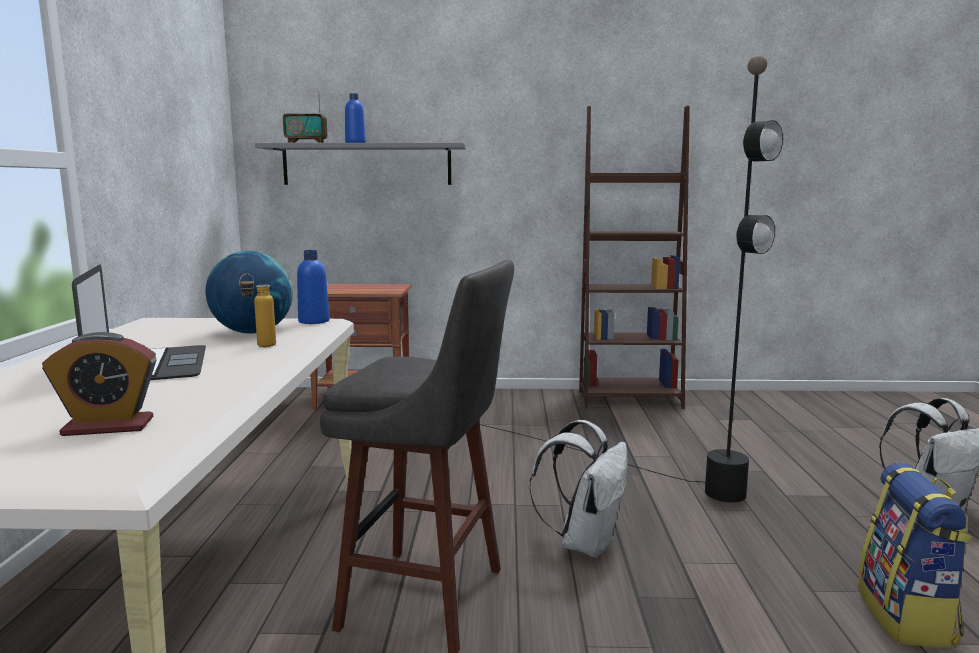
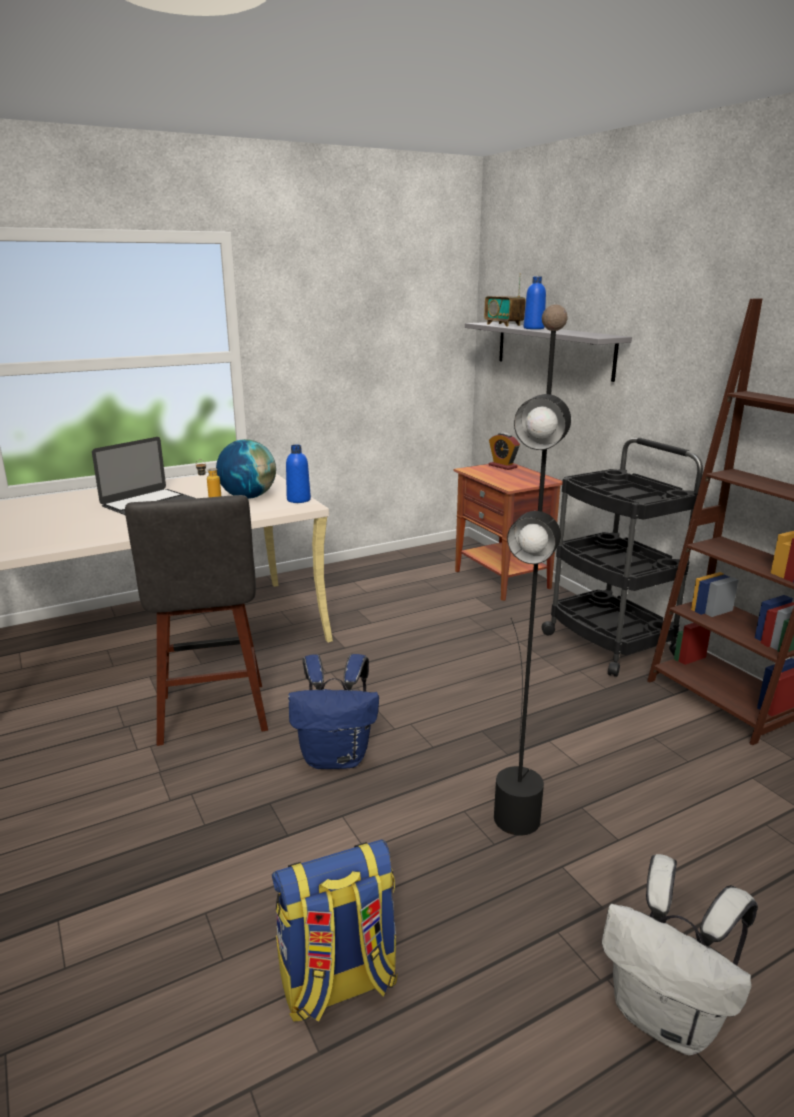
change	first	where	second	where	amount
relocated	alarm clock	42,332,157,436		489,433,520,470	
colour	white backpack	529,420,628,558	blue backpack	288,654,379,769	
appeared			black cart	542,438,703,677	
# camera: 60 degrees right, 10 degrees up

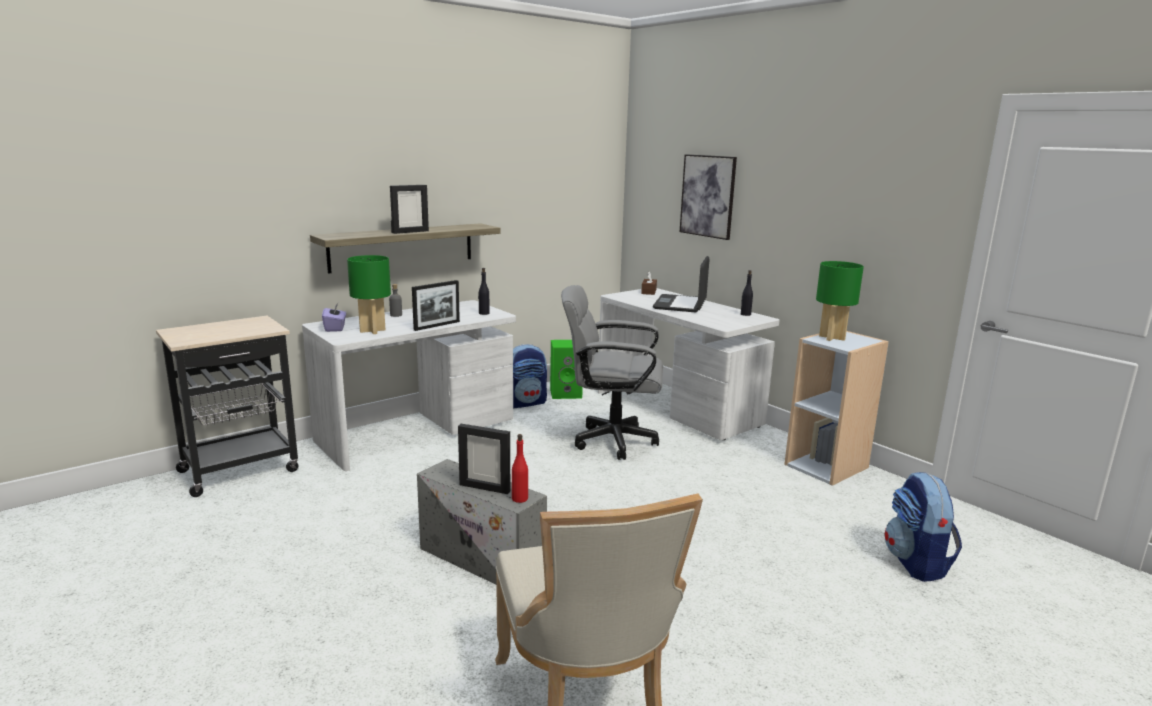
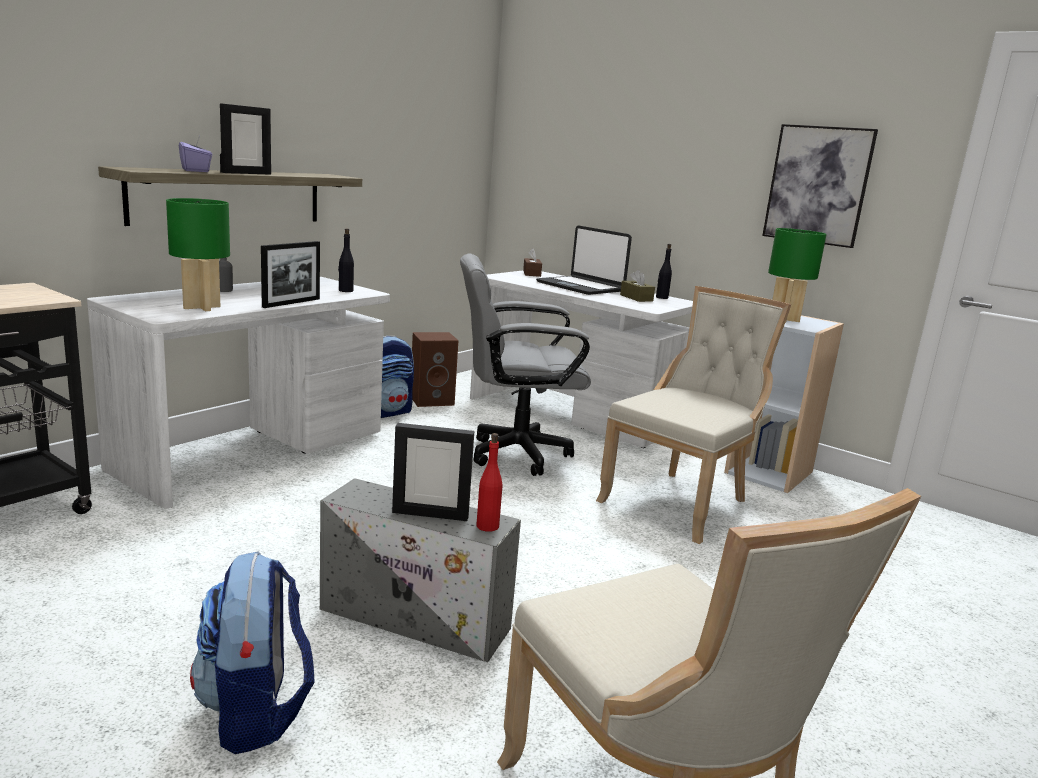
change	first	where	second	where	amount
relocated	purple tissue box	322,303,346,332		179,135,213,172	
colour	green speaker	550,340,583,399	brown speaker	412,332,458,407	
spun	laptop	653,256,710,312		536,225,632,295	45 degrees counterclockwise
relocated	picture	680,154,737,240		762,124,878,248	
relocated	backpack	884,472,962,582		190,552,315,754	
appeared			beige chair	596,286,791,544	
appeared			brown tissue box	620,270,655,302	
# camera: 15 degrees left, 0 degrees up

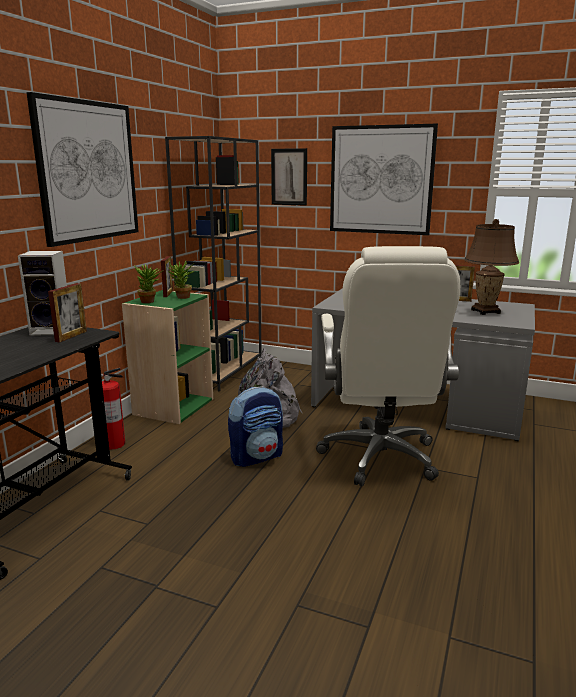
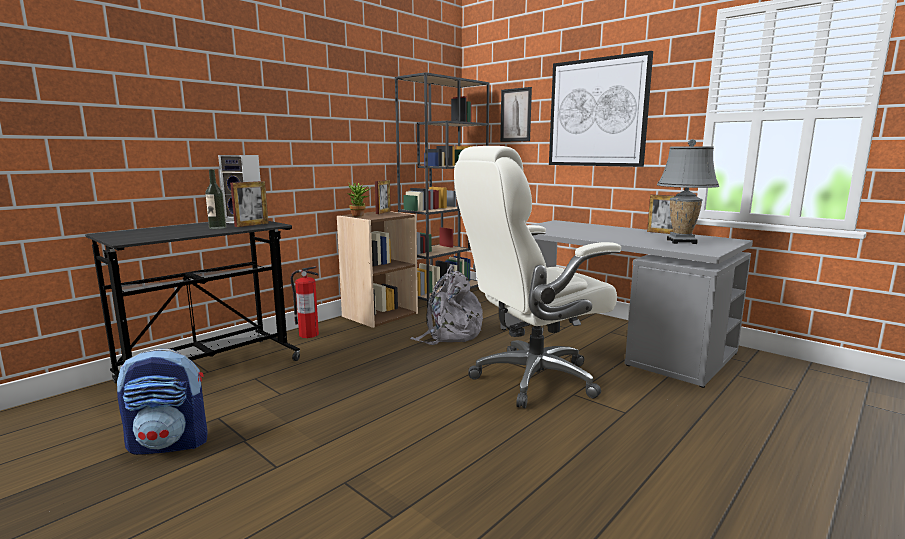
change	first	where	second	where	amount
missing	picture	26,92,139,247			
colour	green bookcase	122,290,213,424	brown bookcase	337,211,418,328	
missing	potted plant	167,261,195,299			
relocated	backpack	228,386,283,467		117,348,207,455	
spun	white office chair	316,246,460,486		454,146,621,408	45 degrees clockwise
colour	brown table lamp	464,219,519,315	grey table lamp	657,139,719,244	
appeared			bottle	205,169,226,229	
# camera: 20 degrees right, 5 degrees down

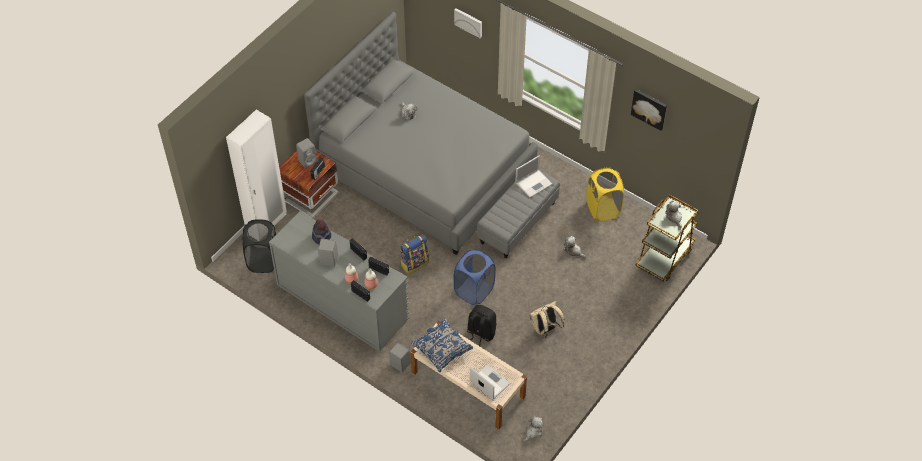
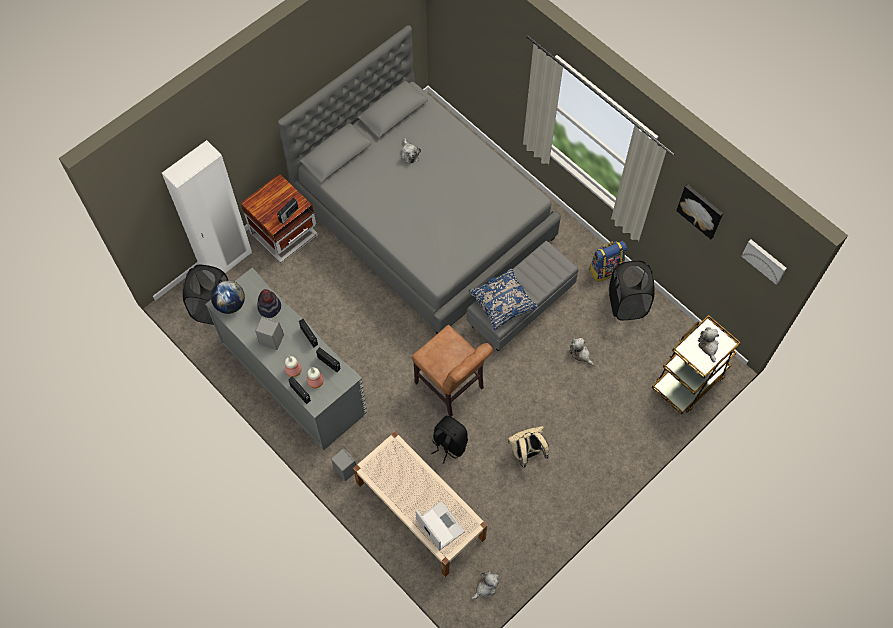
change	first	where	second	where	amount
missing	grey speaker	296,138,317,168			
relocated	backpack	400,234,429,274		589,241,627,282	
relocated	blue pillow	411,319,473,372		469,268,538,330	
relocated	picture	454,8,482,38		742,240,787,285	
exchanged	blue laundry basket	454,249,495,305	brown chair	412,325,493,417	
missing	laptop	515,156,552,198			
colour	yellow laundry basket	586,167,624,221	black laundry basket	609,261,655,321	
appeared			globe	211,280,245,314	
# camera: 10 degrees right, 10 degrees up

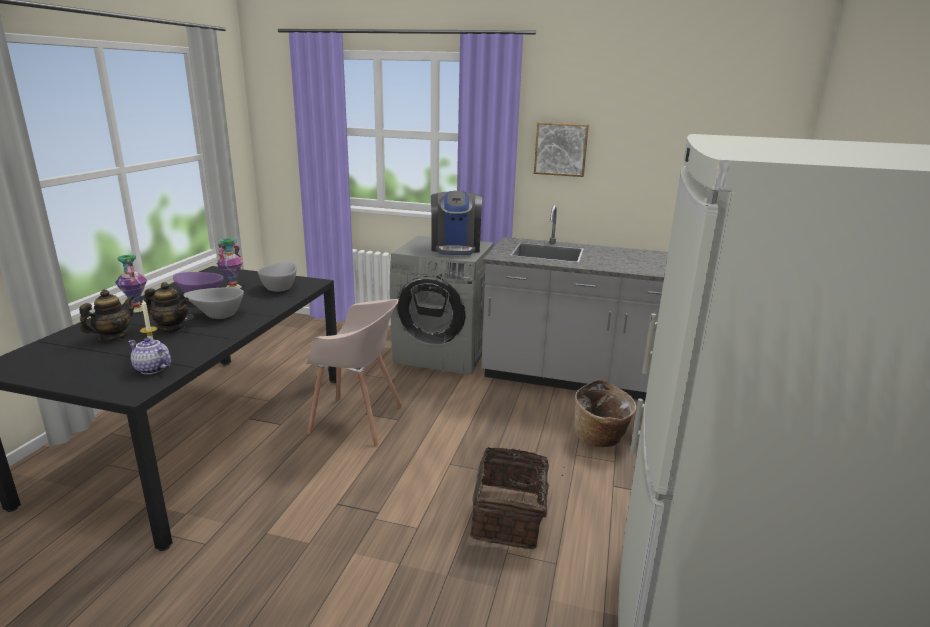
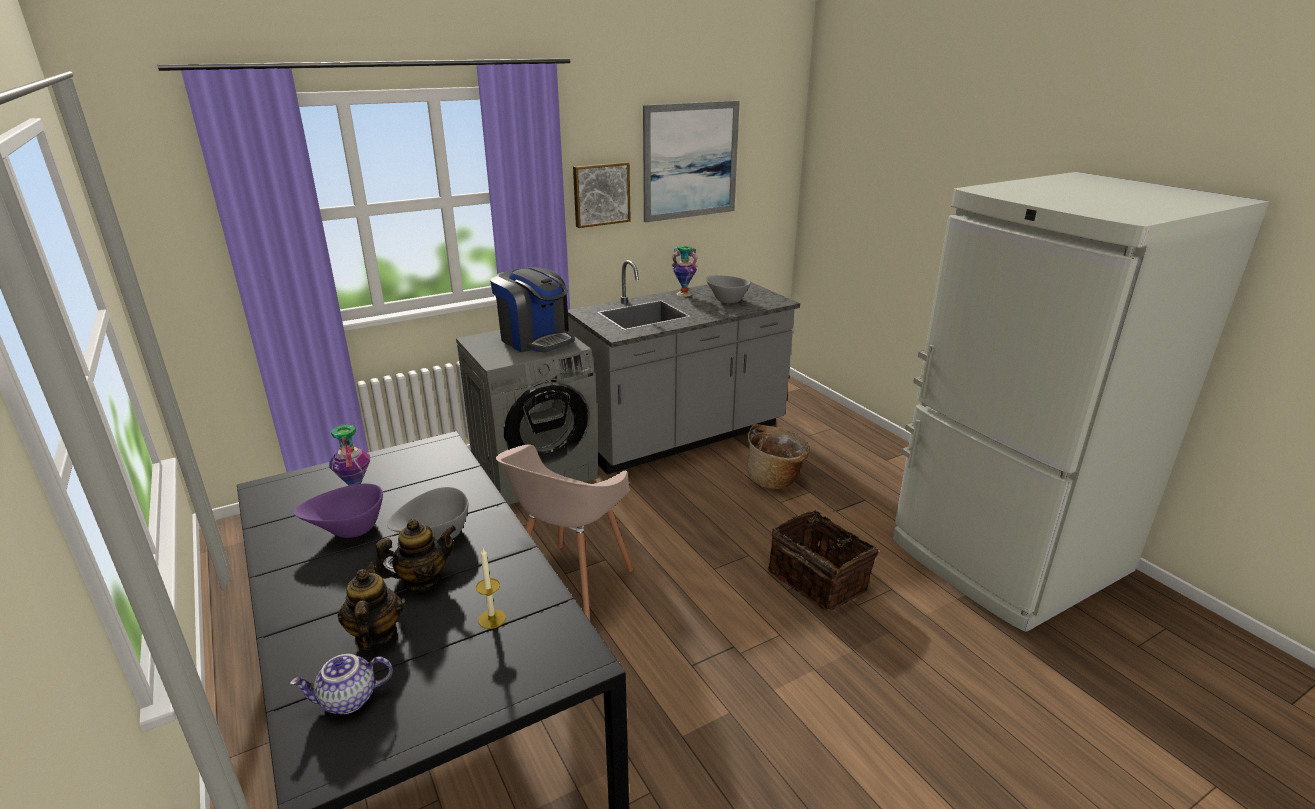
change	first	where	second	where	amount
relocated	vase	115,255,147,313		672,246,698,297	
relocated	teapot	128,338,171,374		290,654,393,714	
relocated	grey bowl	258,262,297,292		706,275,751,303	
spun	beige chair	306,299,402,445		496,444,633,620	150 degrees clockwise
appeared			picture	643,101,740,223	
# camera: 45 degrees left, 5 degrees up

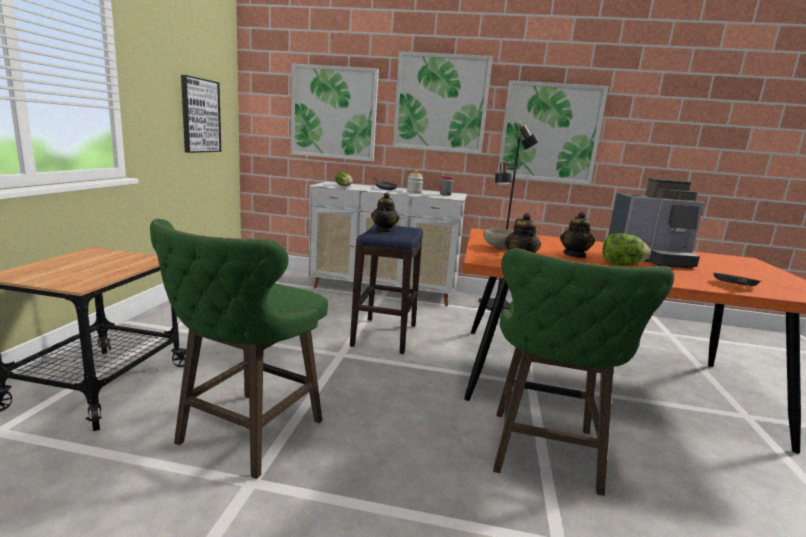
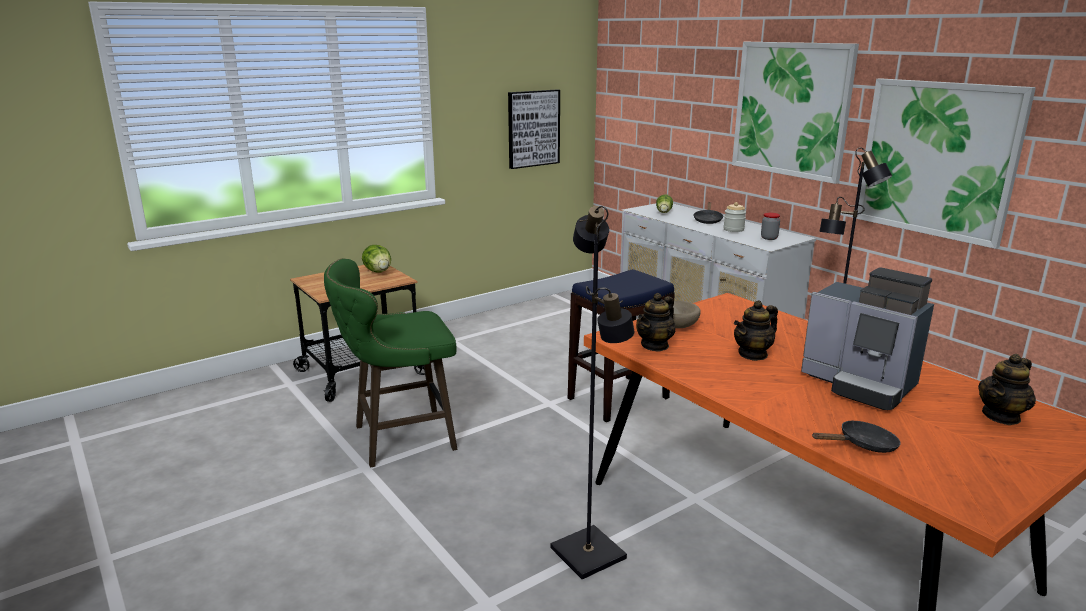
change	first	where	second	where	amount
missing	picture	291,64,379,161			
relocated	teapot	371,192,399,233		978,354,1036,425	
exchanged	green stool	493,248,674,496	black floor lamp	550,206,634,579	
relocated	lettuce	602,233,651,265		362,245,391,272	
# camera: 45 degrees right, 5 degrees up

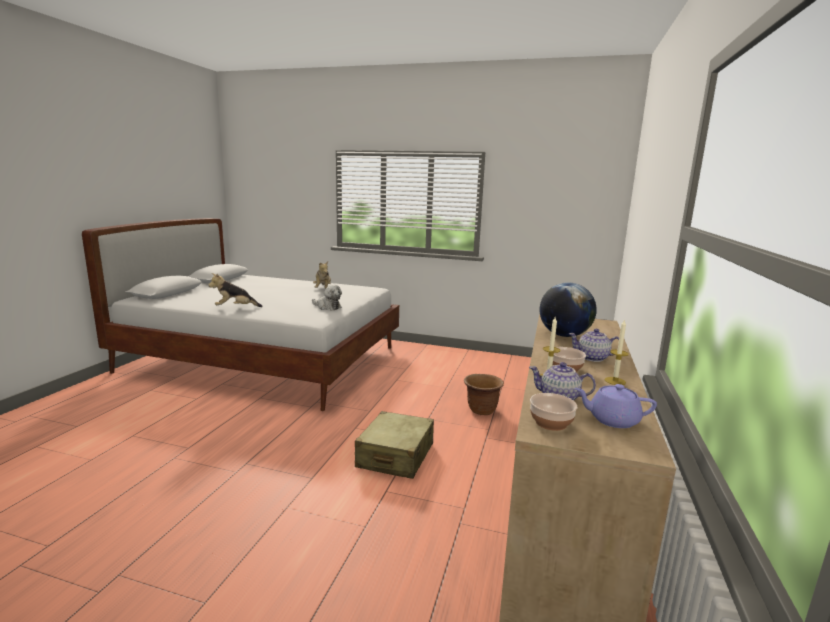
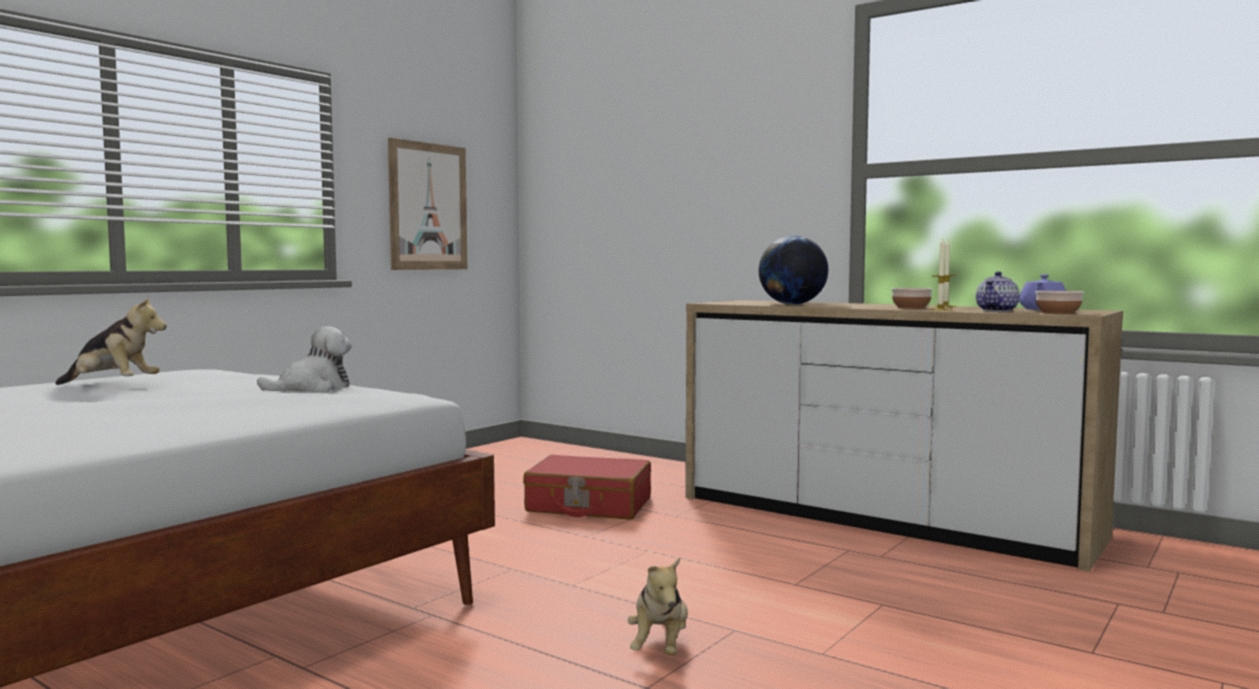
change	first	where	second	where	amount
relocated	plush toy	208,273,263,307		628,557,688,655	
missing	beige suitcase	355,411,434,479			
exchanged	brown planter	464,374,504,415	red suitcase	523,454,651,520	
missing	teapot	569,329,619,362			
appeared			picture	388,138,468,270	
# camera: 70 degrees left, 10 degrees down

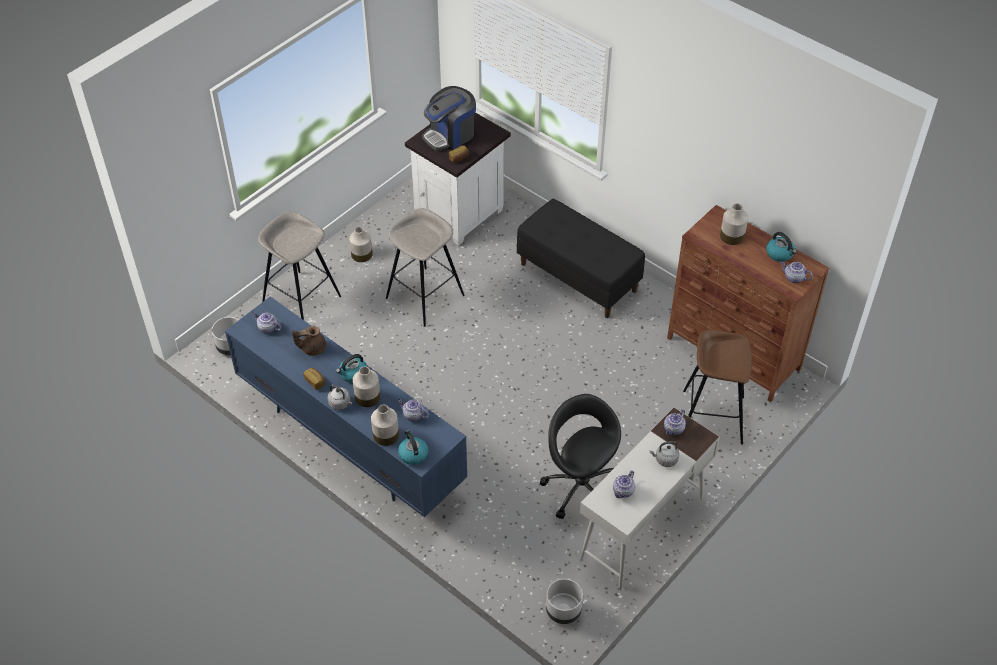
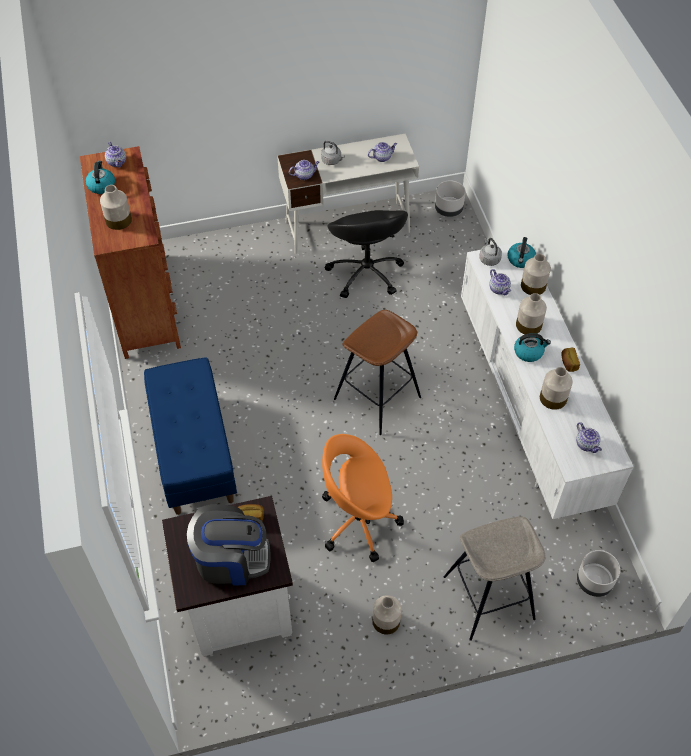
change	first	where	second	where	amount
colour	blue cabinet	225,296,467,517	white cabinet	461,242,633,519	
exchanged	brown teapot	292,326,326,356	beige vase	540,367,573,410	
relocated	grey kettle	327,385,352,410		479,238,502,266	
exchanged	grey stool	386,208,465,327	orange office chair	322,434,404,562	
colour	black bench	517,199,645,318	blue bench	144,357,237,515	
relocated	brown stool	683,330,752,445		334,310,421,435	
# camera: 145 degrees left, 5 degrees up

